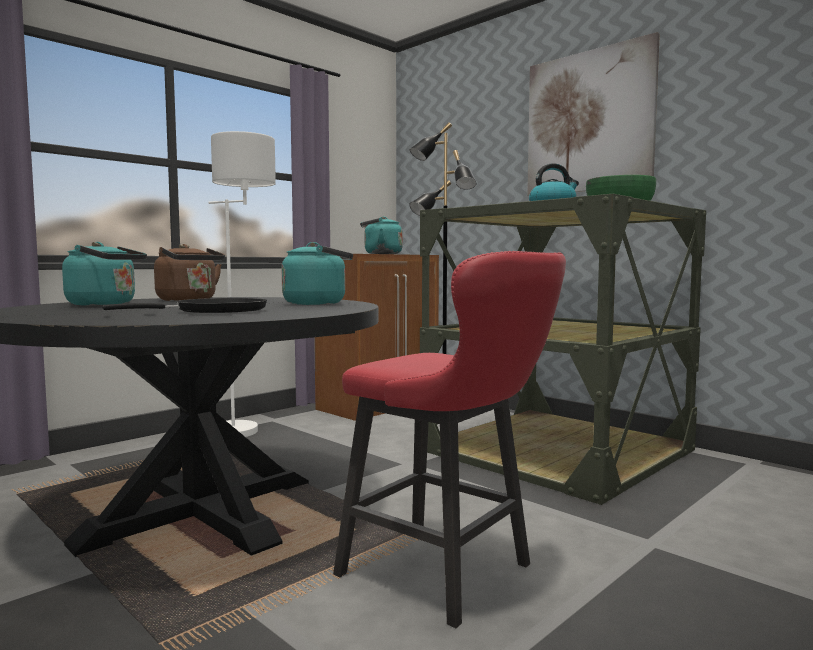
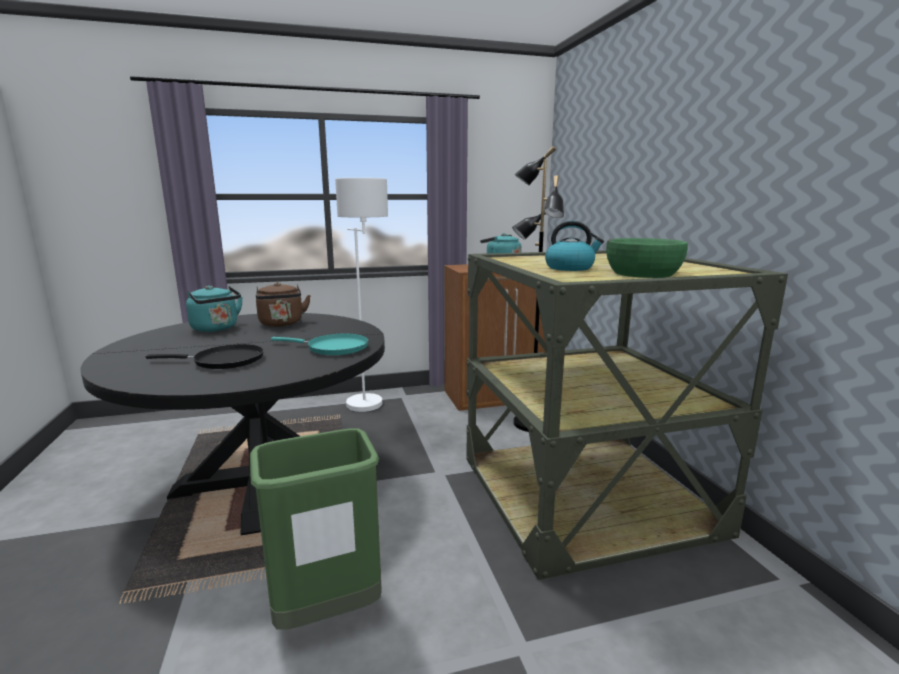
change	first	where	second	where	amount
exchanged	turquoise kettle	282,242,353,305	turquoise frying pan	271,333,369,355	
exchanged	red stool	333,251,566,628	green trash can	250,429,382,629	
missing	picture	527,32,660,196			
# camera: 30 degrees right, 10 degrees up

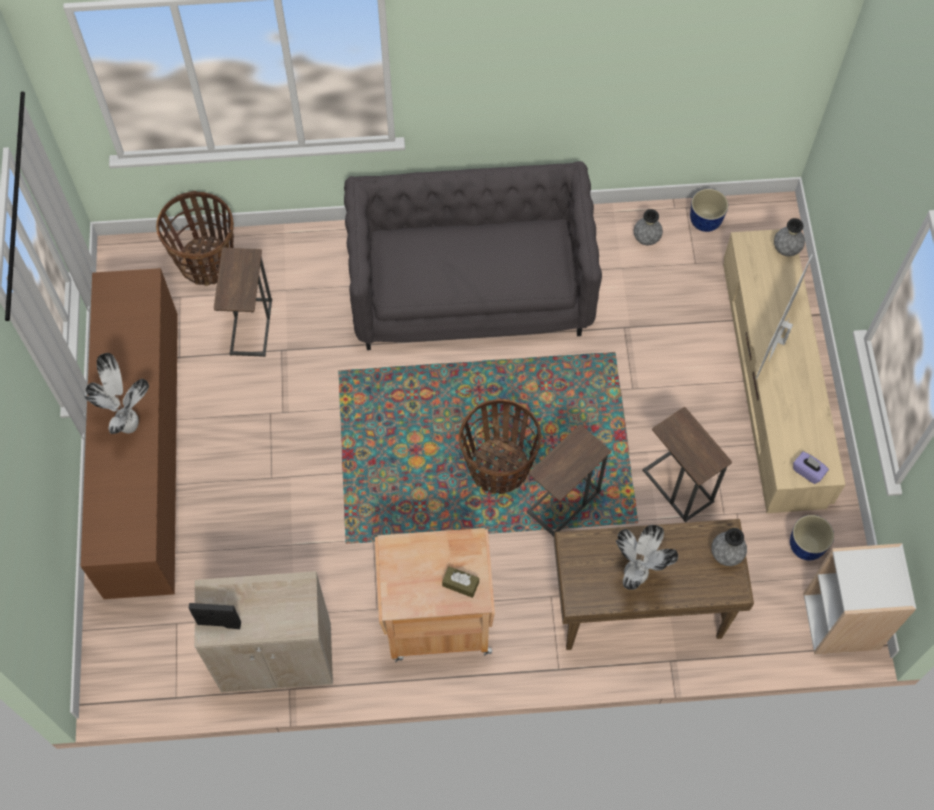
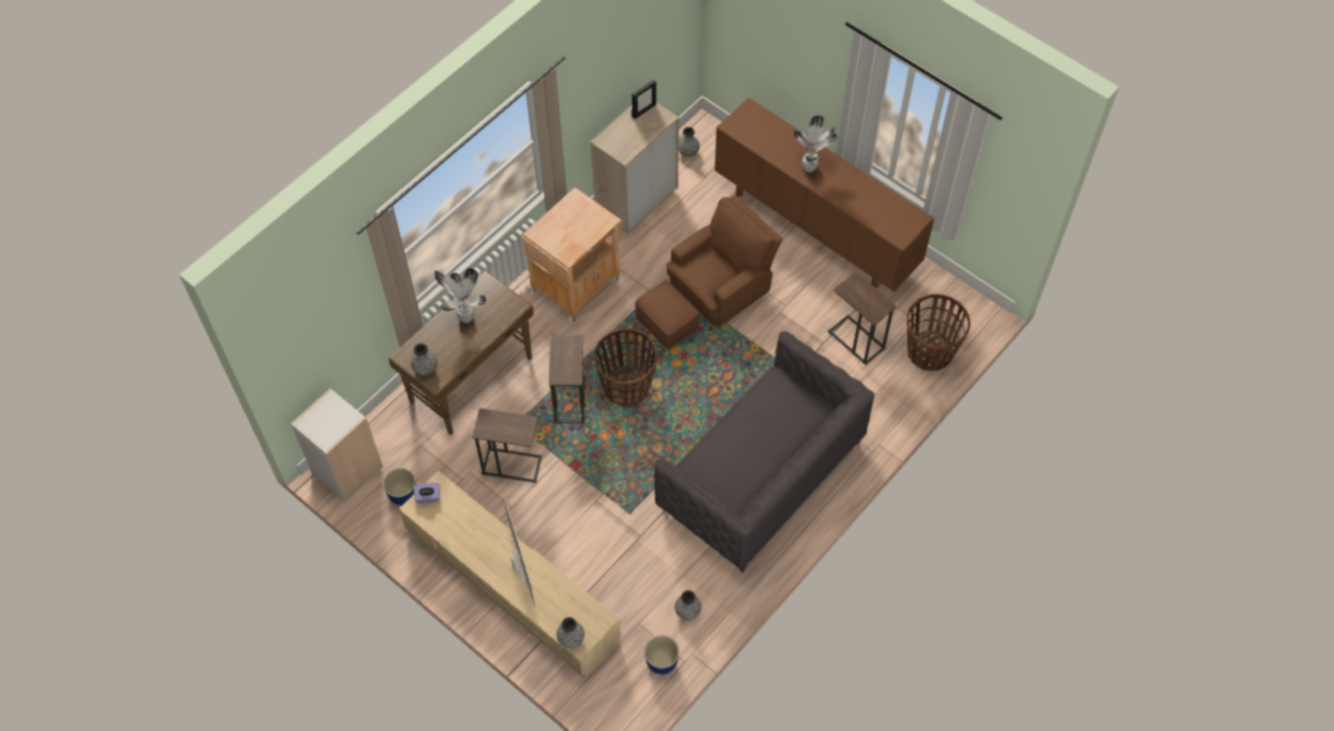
change	first	where	second	where	amount
missing	brown tissue box	442,566,479,598			
appeared			brown armchair	635,195,782,350	
appeared			grey vase	679,127,700,157	
# camera: 135 degrees right, 5 degrees down

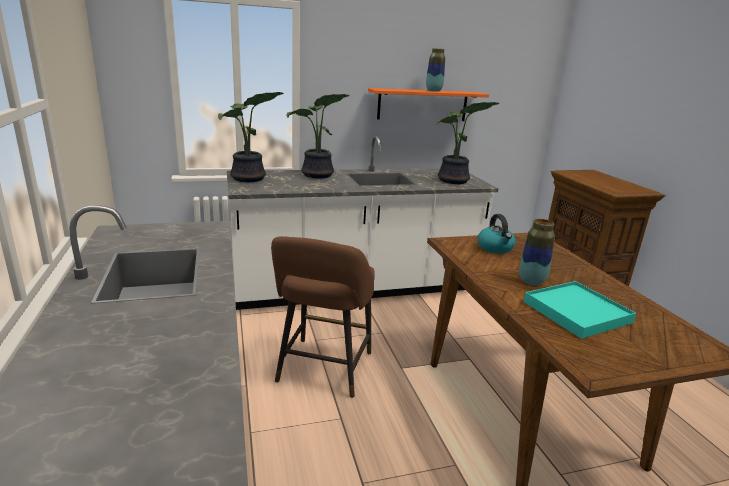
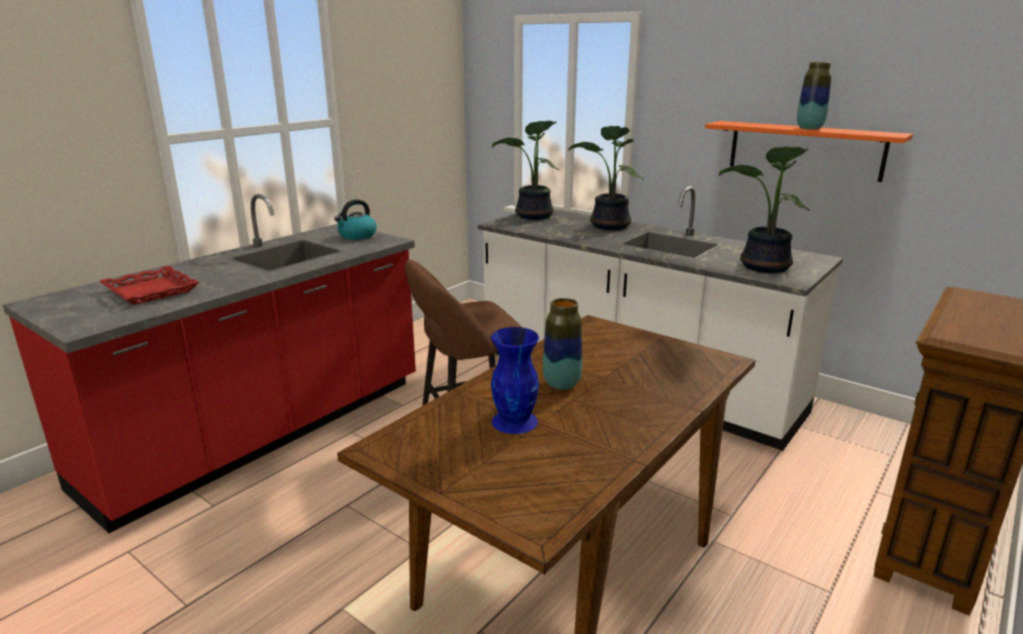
change	first	where	second	where	amount
relocated	kettle	478,214,516,254		334,199,377,240	
exchanged	turquoise tray	524,281,636,339	blue vase	491,327,539,434	
appeared			red tray	99,266,199,305	
# camera: 55 degrees right, 0 degrees up

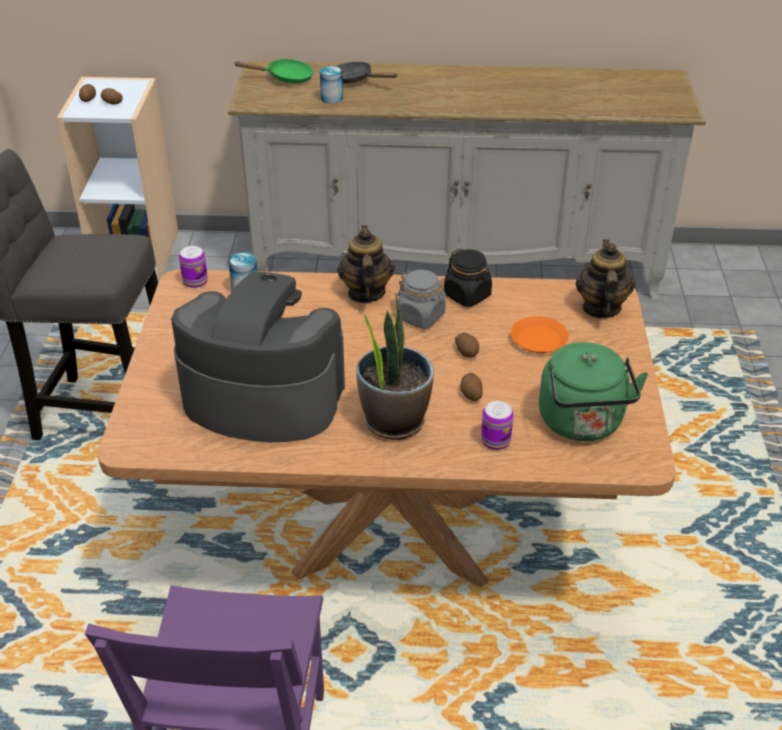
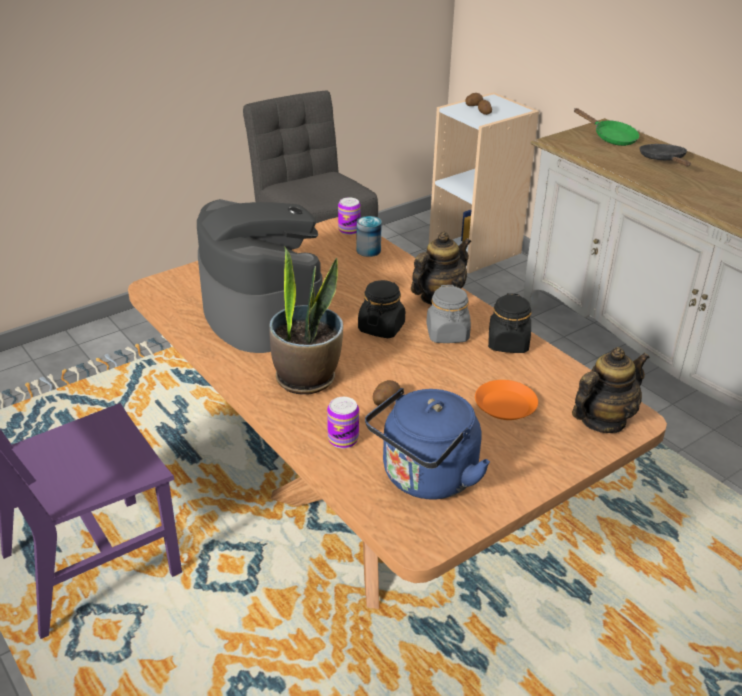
change	first	where	second	where	amount
missing	can	320,66,343,104			
missing	potato	455,333,479,358			
colour	green kettle	539,342,648,441	blue kettle	365,388,490,500	
appeared			black jar	358,280,405,338	
# camera: 50 degrees right, 5 degrees down

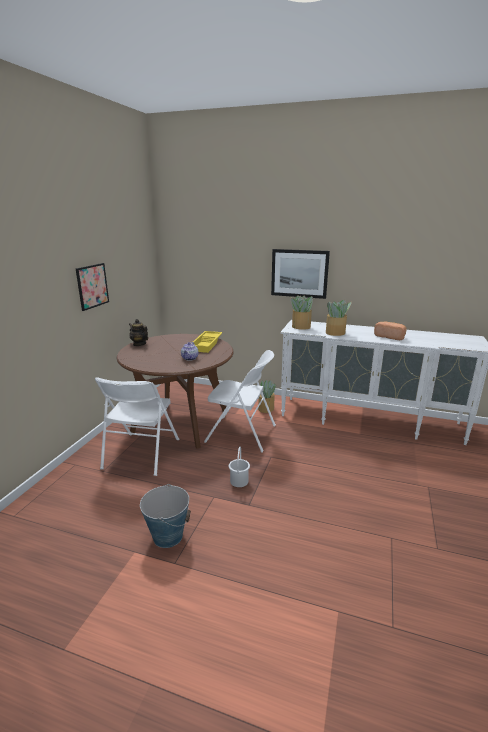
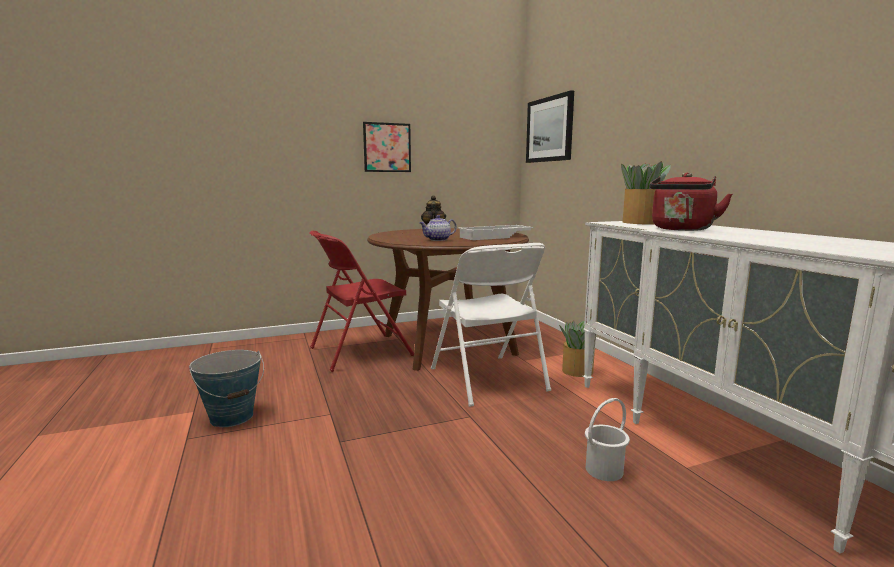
change	first	where	second	where	amount
colour	white chair	95,377,179,476	red chair	309,231,414,372	
colour	yellow tray	193,331,223,353	white tray	458,225,533,240	
relocated	white bucket	229,446,250,487		585,398,630,481	
relocated	picture	271,249,330,299		526,90,574,163	
exchanged	potted plant	326,300,352,336	red kettle	650,173,732,231	
missing	bread	374,322,407,340			
# camera: 50 degrees right, 10 degrees down

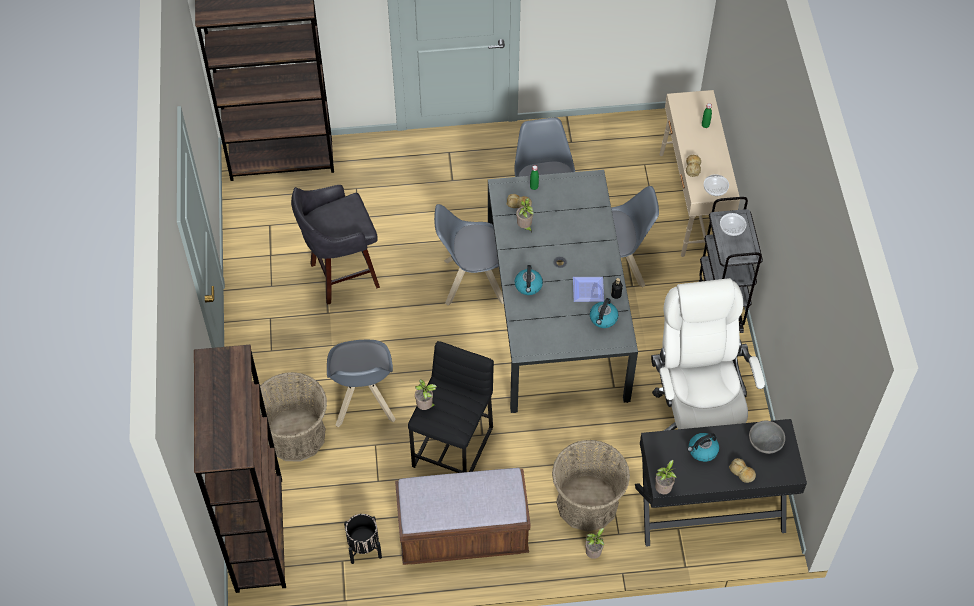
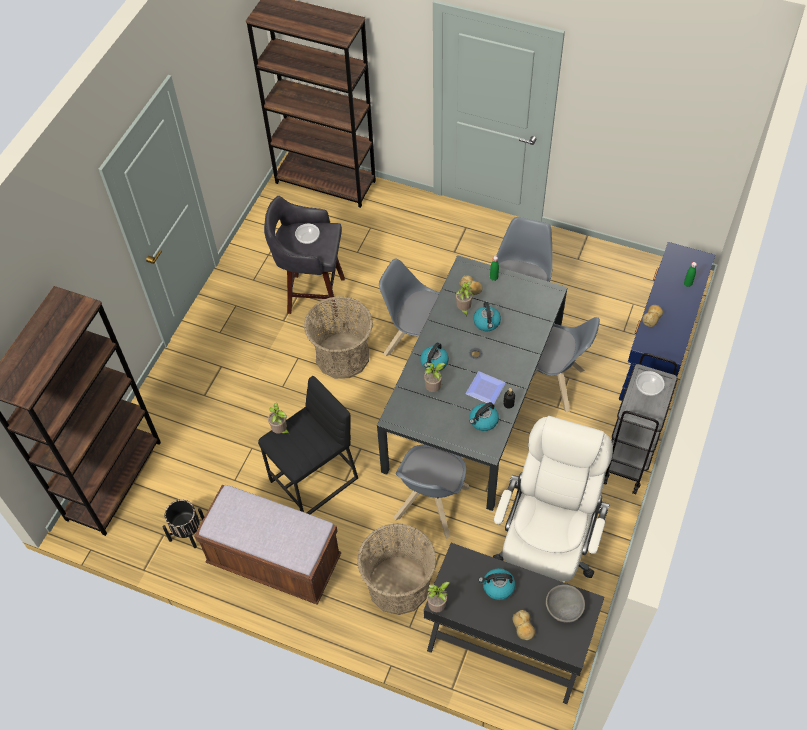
change	first	where	second	where	amount
relocated	basket	260,372,327,461		304,296,373,379	
relocated	grey chair	327,340,396,428		394,444,470,539	
relocated	potted plant	585,528,604,559		424,363,445,392	
colour	beige console table	659,90,740,257	blue console table	619,242,715,401	
relocated	bowl	704,174,729,196		295,224,320,244	
appeared			kettle	473,302,501,331	
# camera: 30 degrees right, 0 degrees up

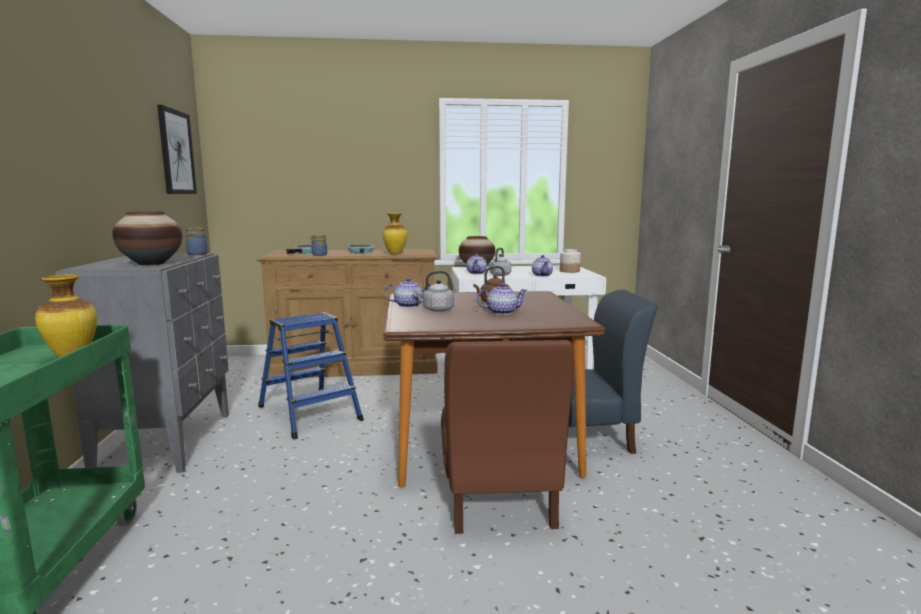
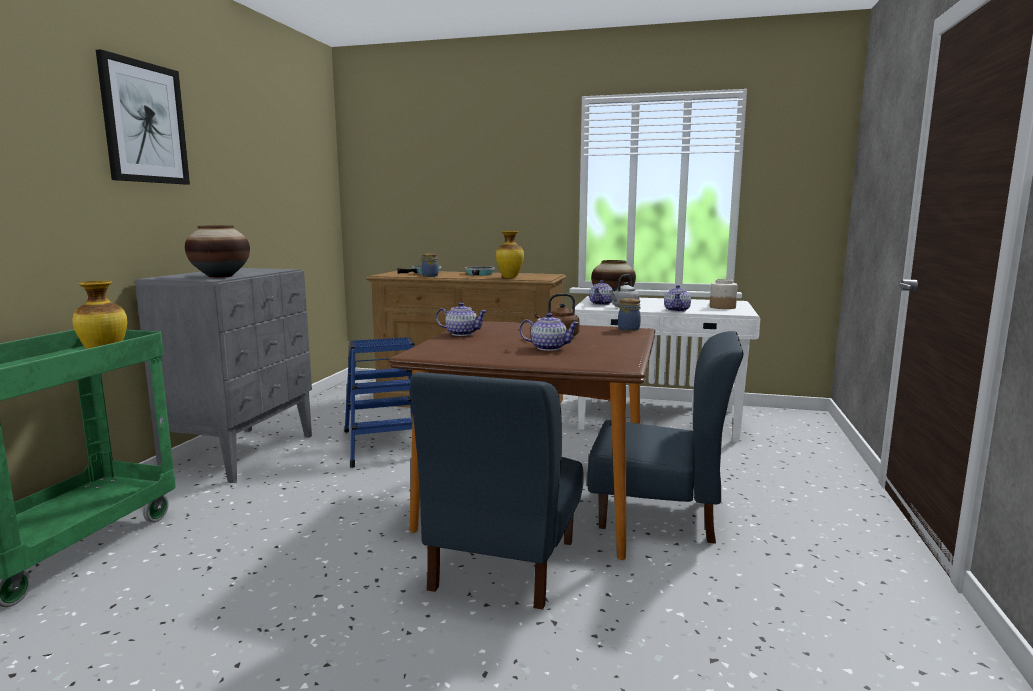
change	first	where	second	where	amount
relocated	picture	157,105,197,194		96,49,190,184	
relocated	jar	185,228,208,255		618,298,641,331	
missing	grey kettle	413,271,454,312			
colour	brown chair	441,340,574,534	blue chair	410,372,584,610	
# camera: 20 degrees right, 0 degrees up

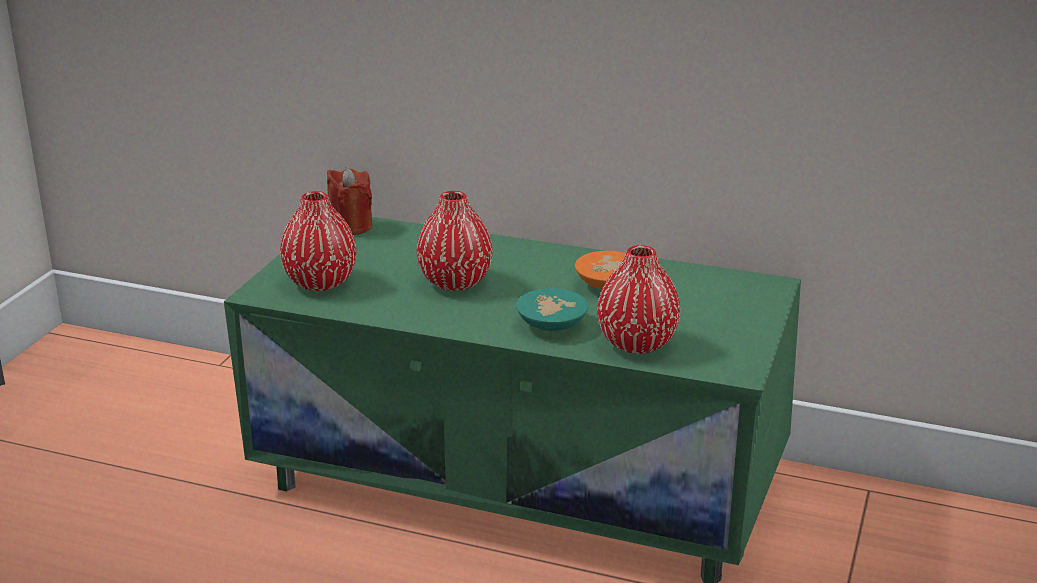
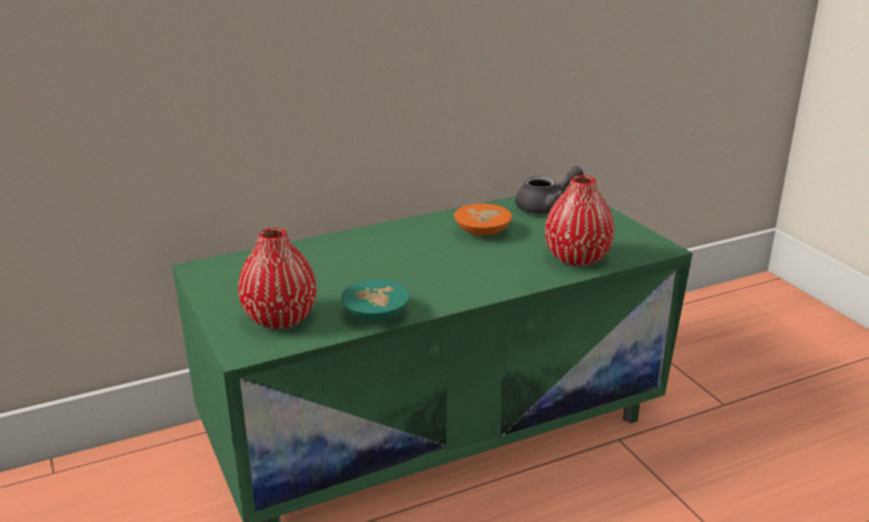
change	first	where	second	where	amount
missing	red candle	327,167,372,235			
missing	red vase	417,191,493,291			
relocated	turquoise bowl	516,288,589,331		341,279,410,321	
appeared			grey teapot	515,166,584,214	
# camera: 45 degrees left, 0 degrees up

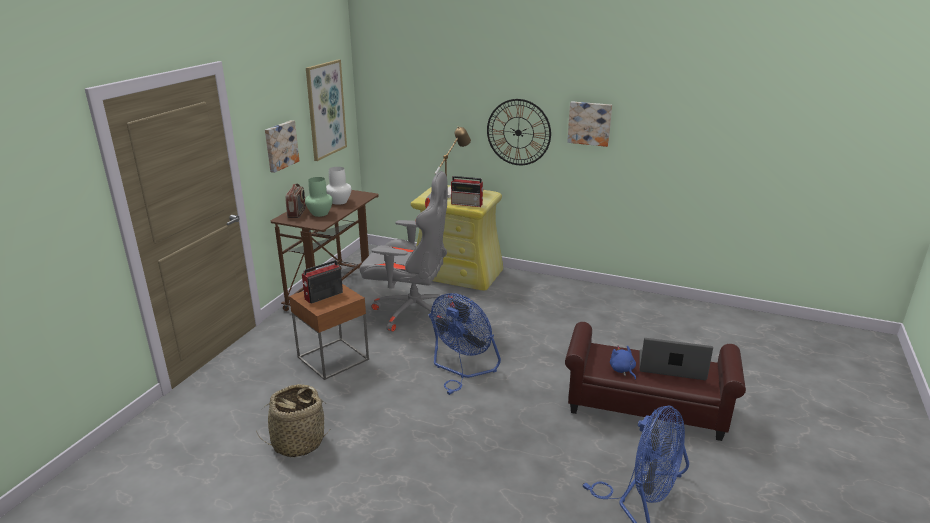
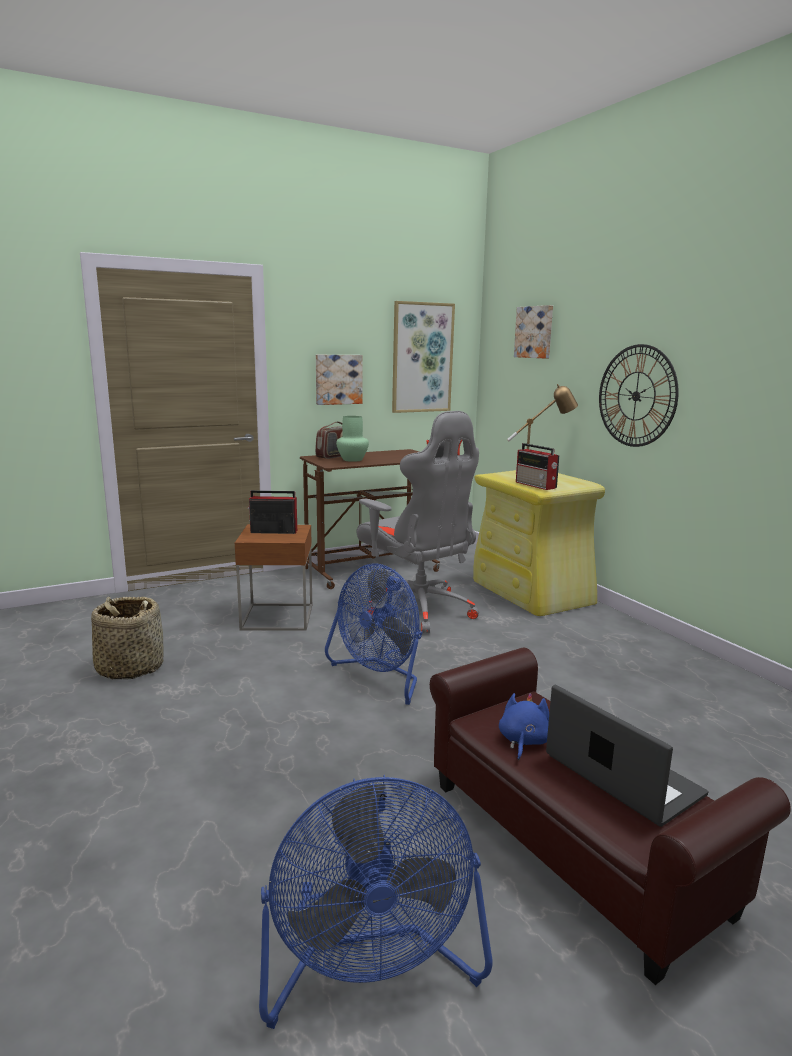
change	first	where	second	where	amount
missing	white vase	326,167,351,205			
spun	blue fan	428,293,501,395		325,563,422,705	150 degrees clockwise
relocated	picture	567,101,612,147		514,305,553,359	
# camera: 40 degrees right, 10 degrees down

